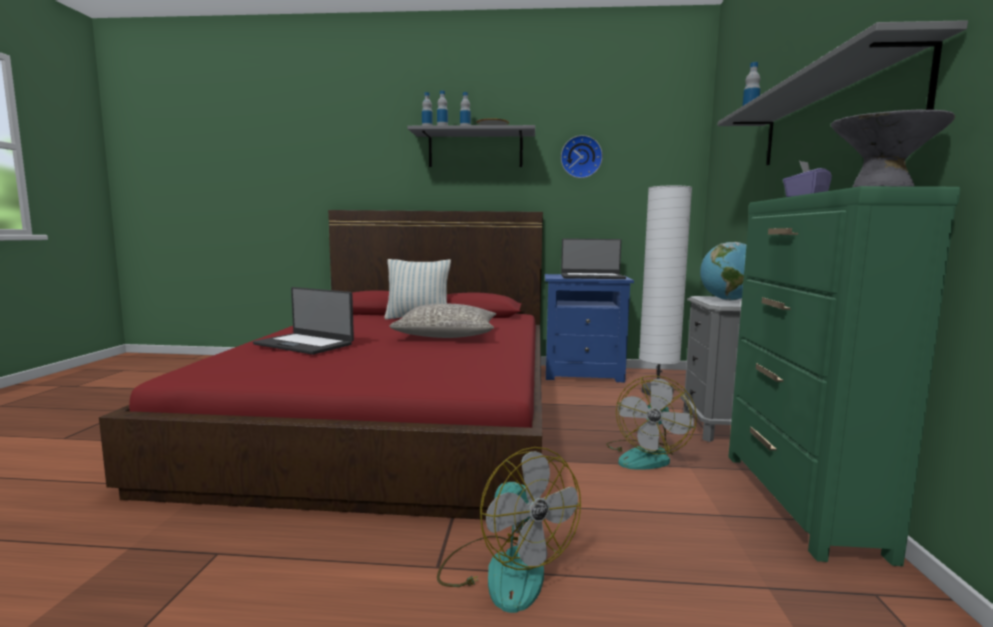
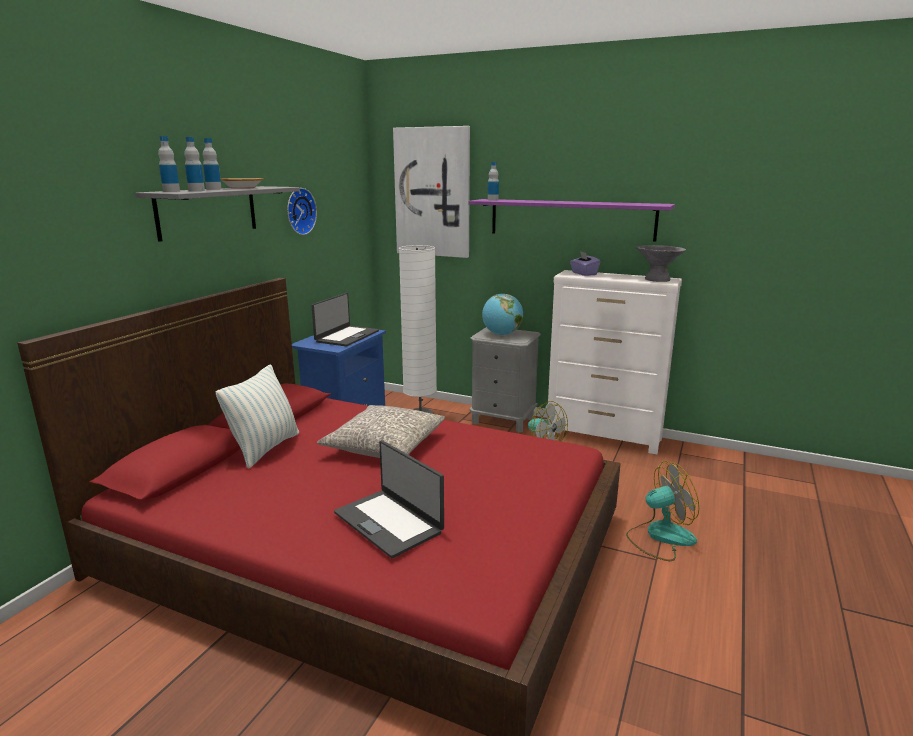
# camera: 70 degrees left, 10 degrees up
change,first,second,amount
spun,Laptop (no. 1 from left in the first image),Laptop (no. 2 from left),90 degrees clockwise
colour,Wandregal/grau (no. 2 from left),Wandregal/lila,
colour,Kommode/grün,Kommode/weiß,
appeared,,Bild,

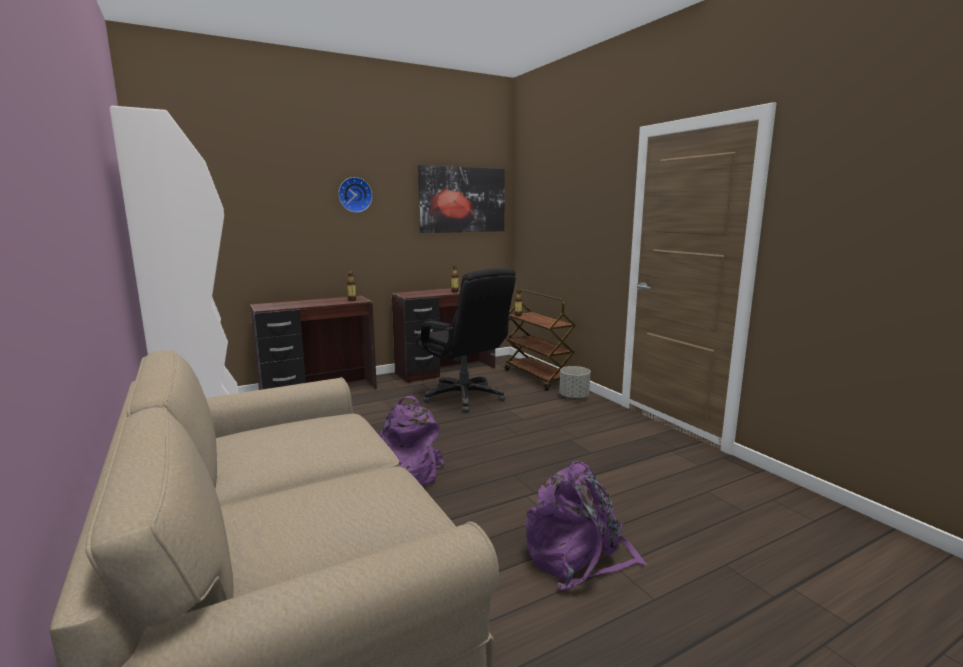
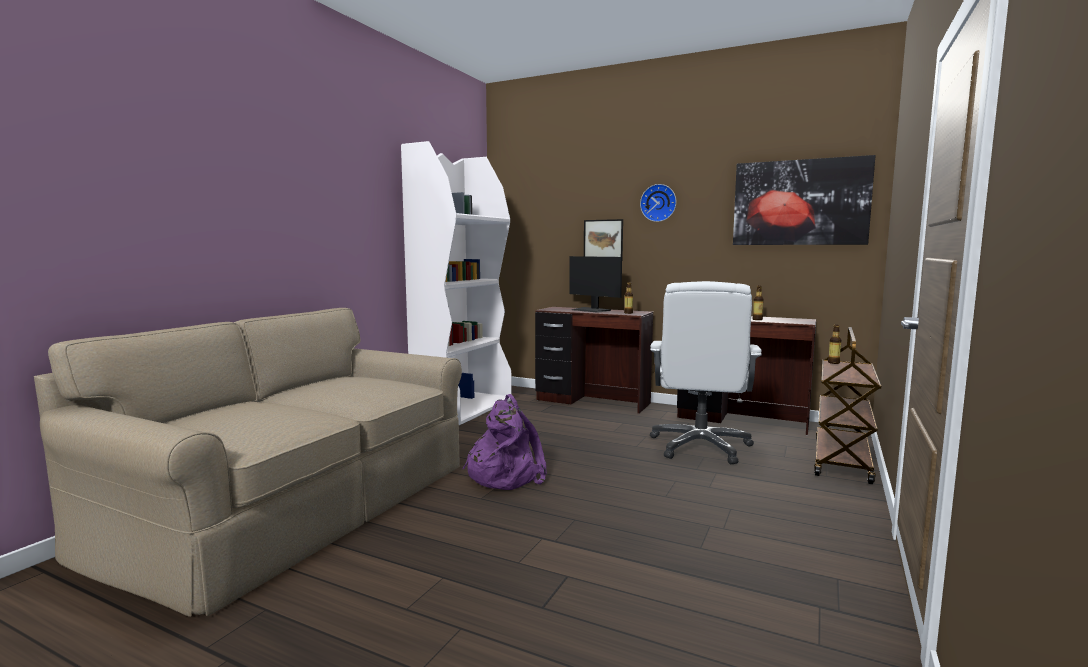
# camera: 55 degrees right, 5 degrees down
change,first,second,amount
colour,Bürostuhl/schwarz,Bürostuhl/weiß,
missing,Rucksack/lila (no. 2 from left),,
missing,Pflanzkübel/grau,,
appeared,,Monitor,
appeared,,Bild (no. 1 from left),

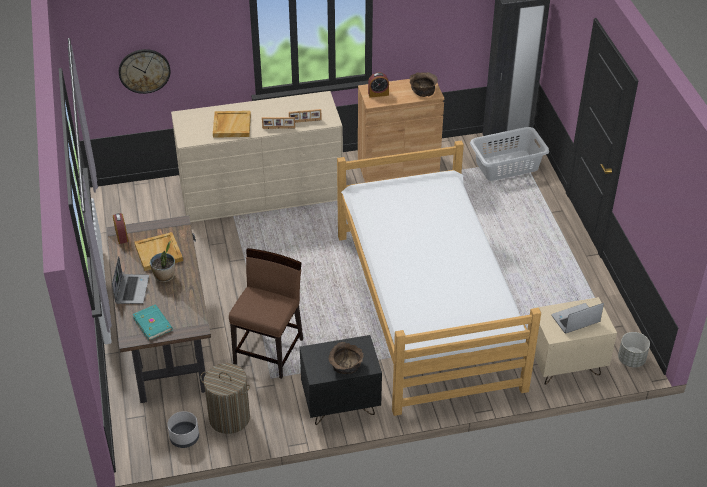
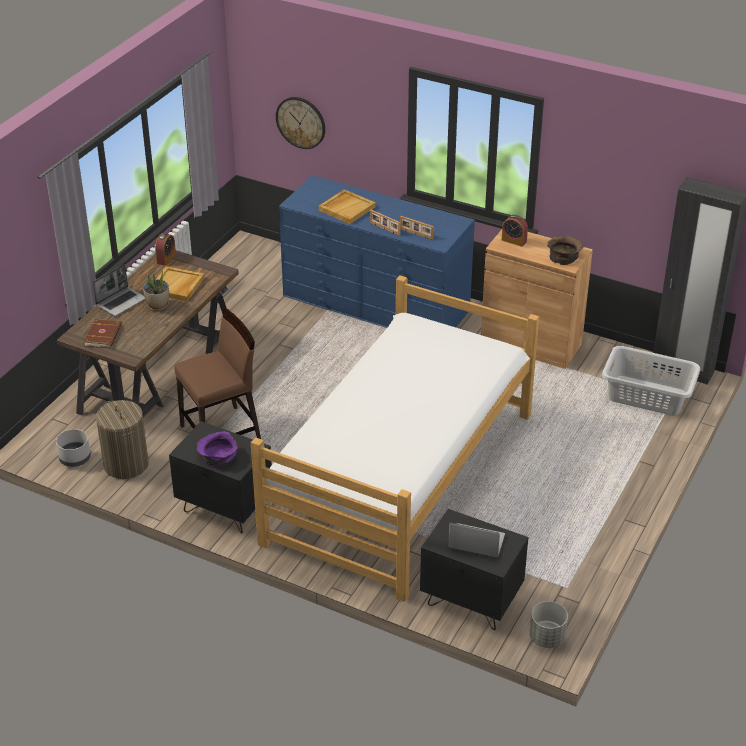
# camera: 40 degrees right, 5 degrees down
change,first,second,amount
colour,Buch/türkis,Buch/braun,
colour,Kommode/beige,Kommode/blau,
colour,Schüssel/braun (no. 1 from left),Schüssel/lila,
colour,Nachttisch/beige,Nachttisch/schwarz (no. 2 from left),

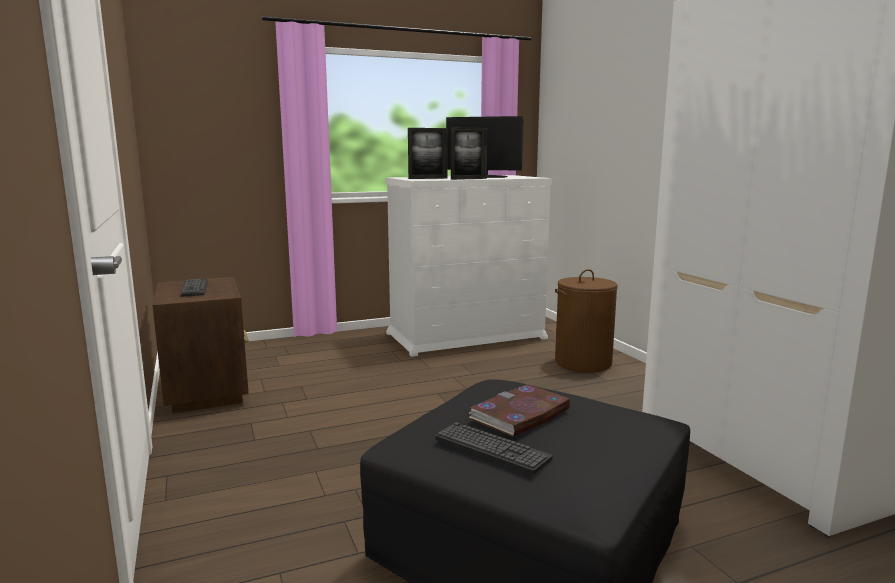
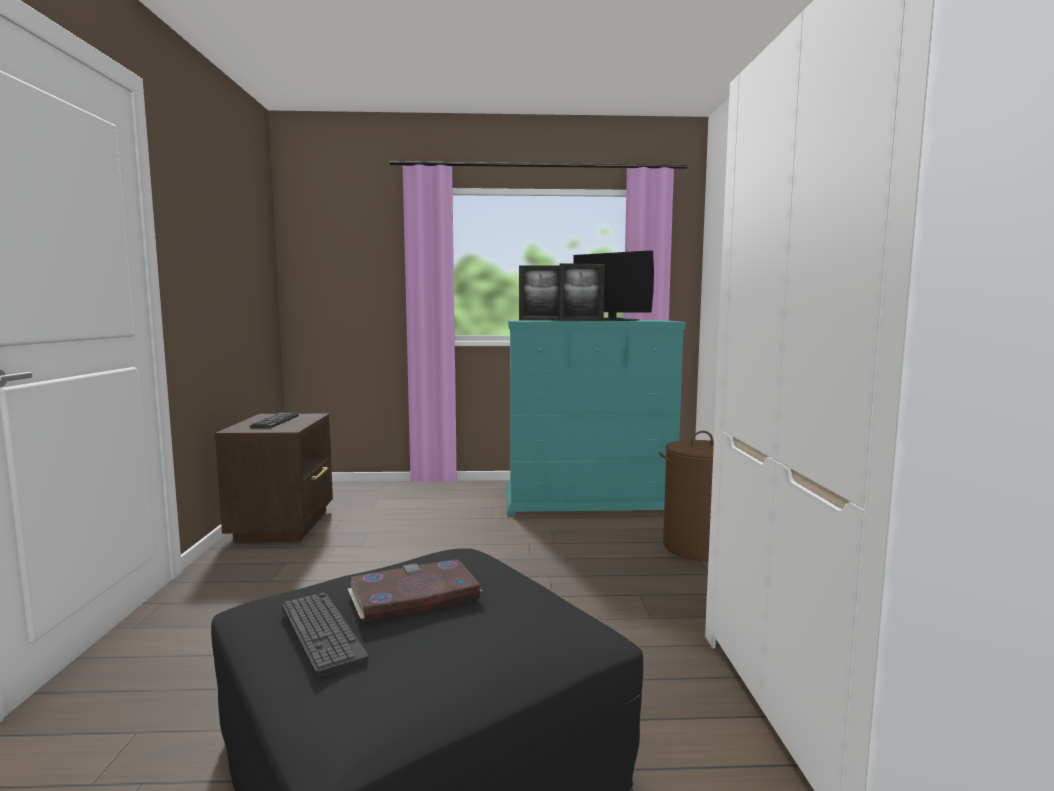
# camera: 20 degrees right, 5 degrees down
change,first,second,amount
colour,Kommode/weiß,Kommode/türkis,

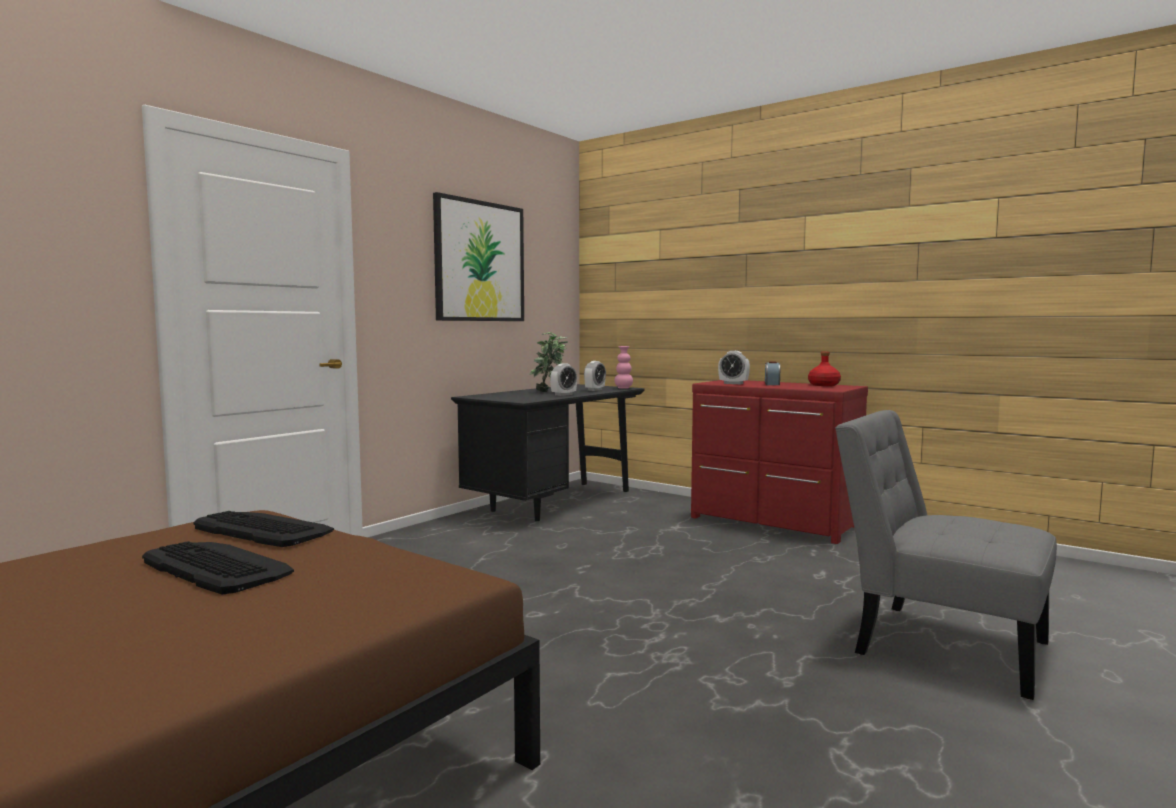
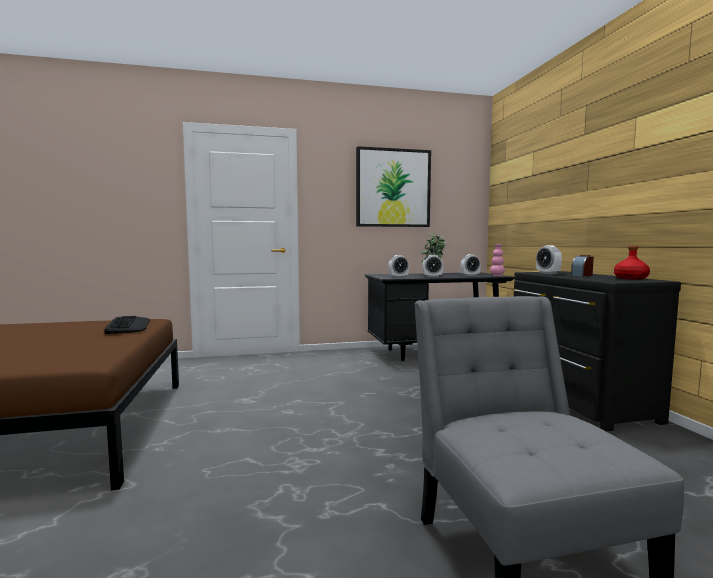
# camera: 40 degrees right, 0 degrees up
change,first,second,amount
missing,Tastatur (no. 1 from left),,
colour,Kommode/rot,Kommode/schwarz,
appeared,,Wecker (no. 1 from left),

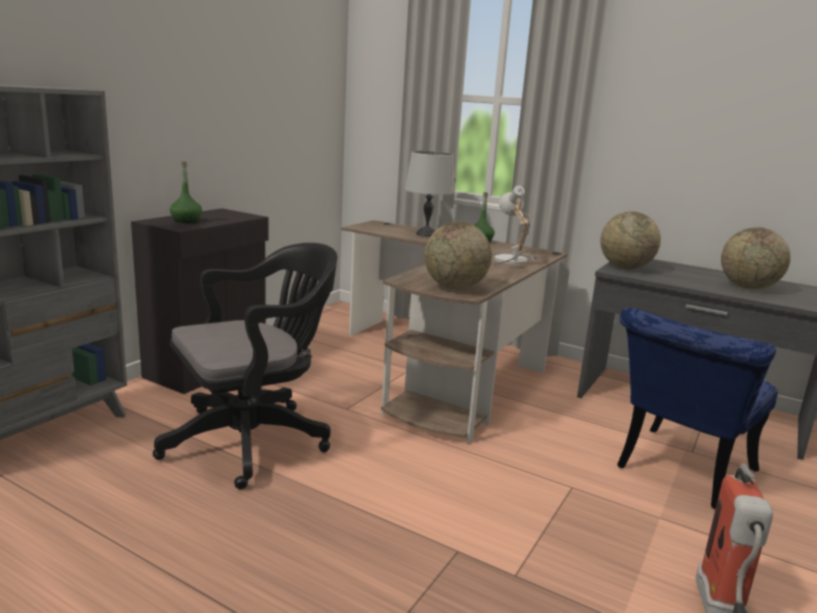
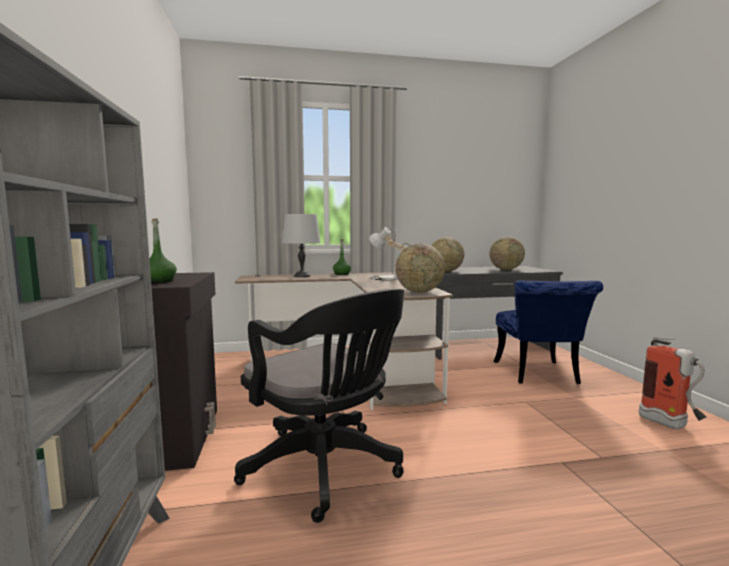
# camera: 40 degrees left, 10 degrees down
change,first,second,amount
spun,Bürostuhl/schwarz,,120 degrees clockwise

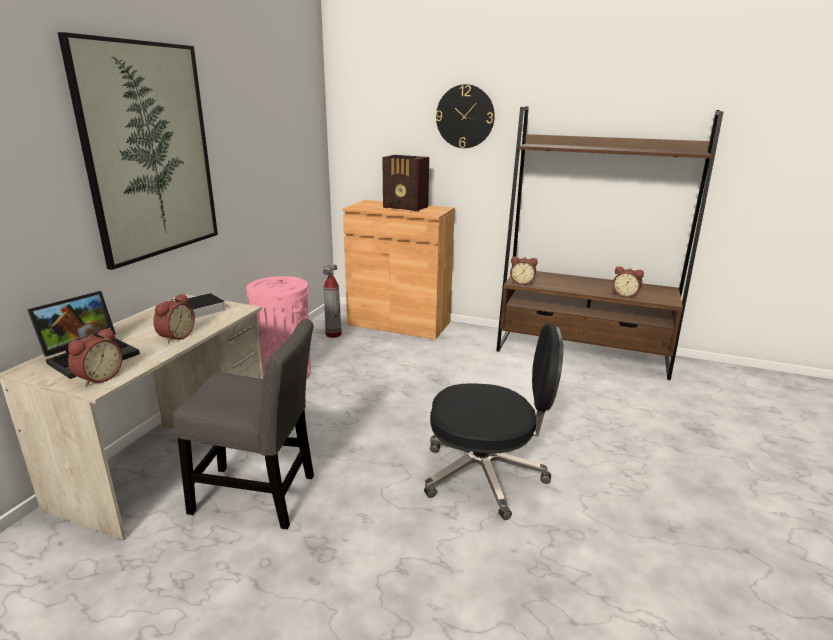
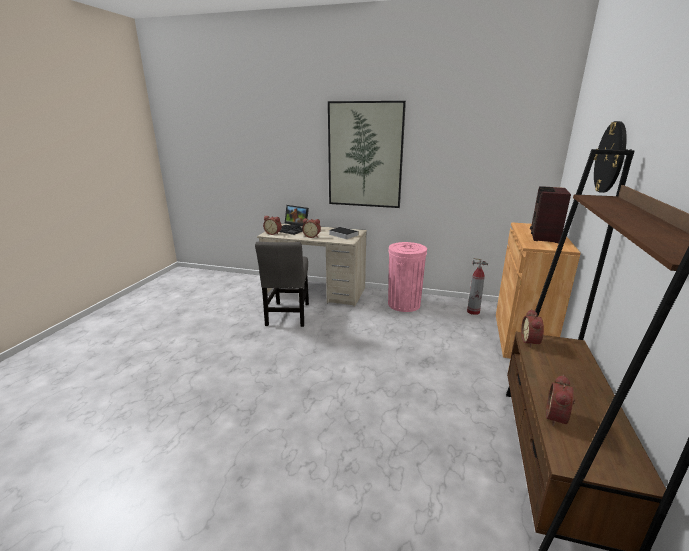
# camera: 85 degrees right, 0 degrees up
change,first,second,amount
missing,Bürostuhl/schwarz,,

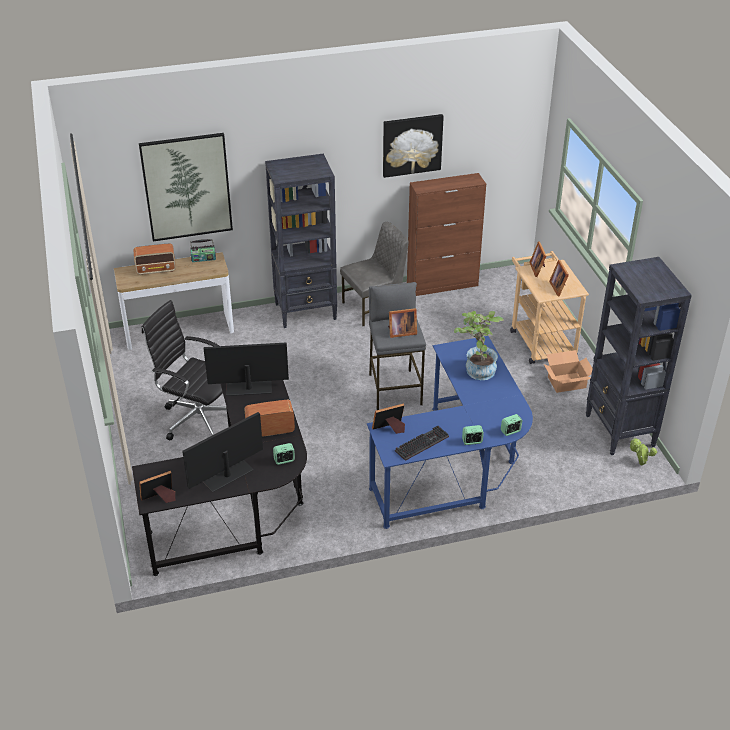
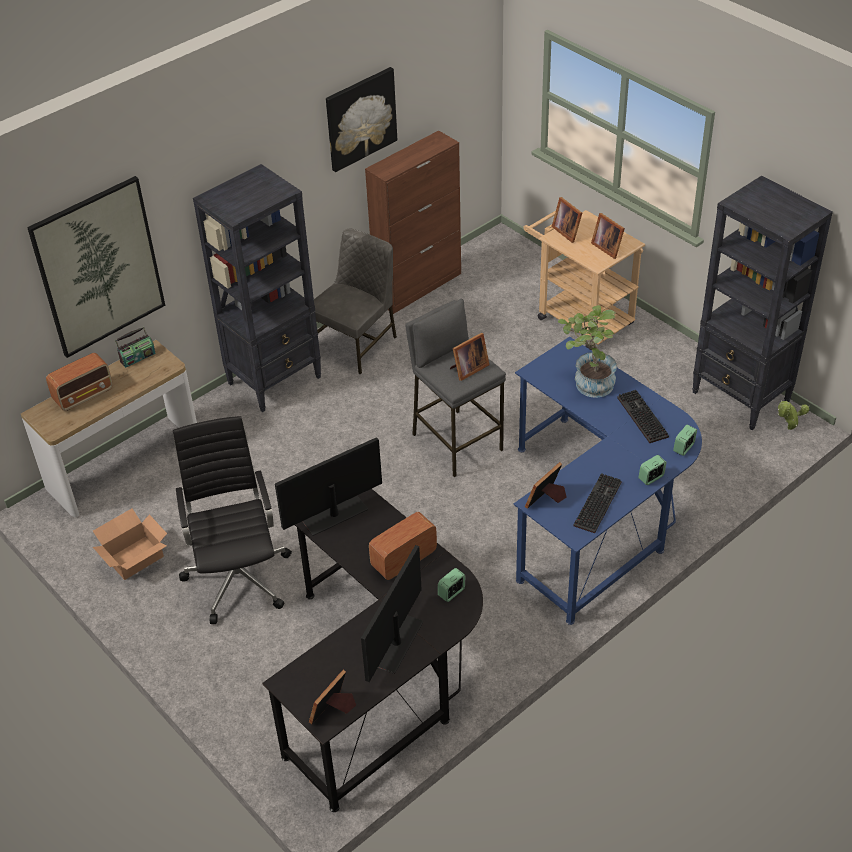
# camera: 25 degrees left, 5 degrees up
change,first,second,amount
spun,Bürostuhl/schwarz,,75 degrees clockwise
relocated,Karton,,
appeared,,Tastatur (no. 2 from left),

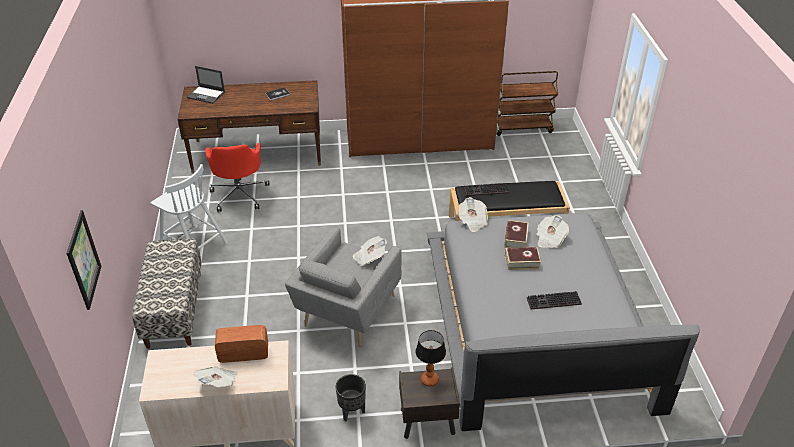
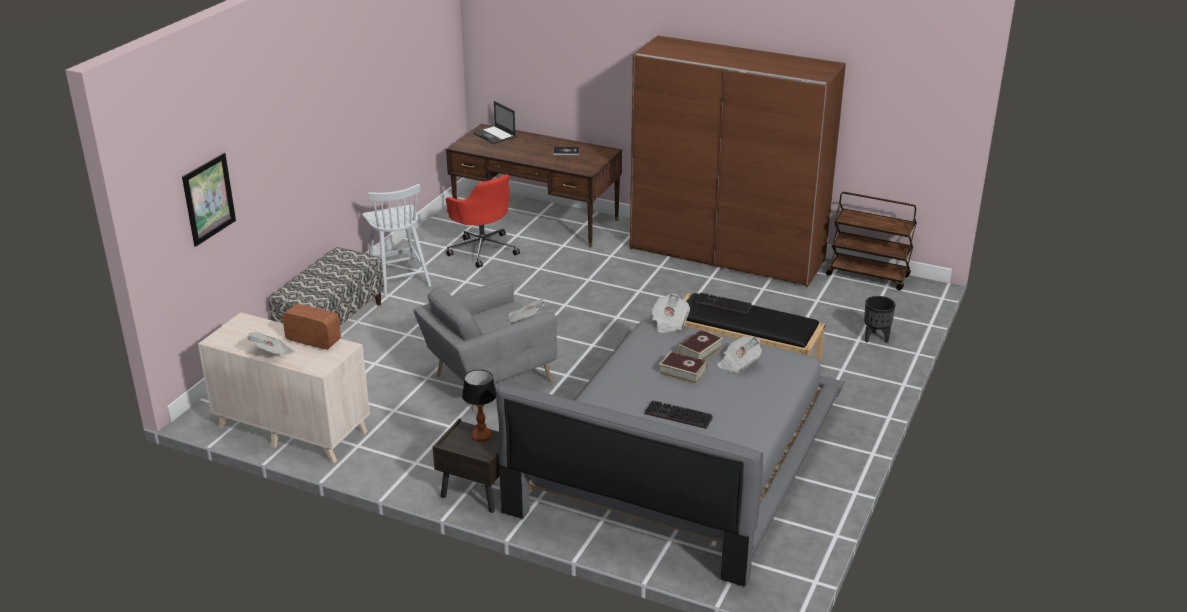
# camera: 30 degrees right, 10 degrees down
change,first,second,amount
spun,Bürostuhl/rot,,60 degrees counterclockwise
relocated,Pflanzkübel/schwarz,,

